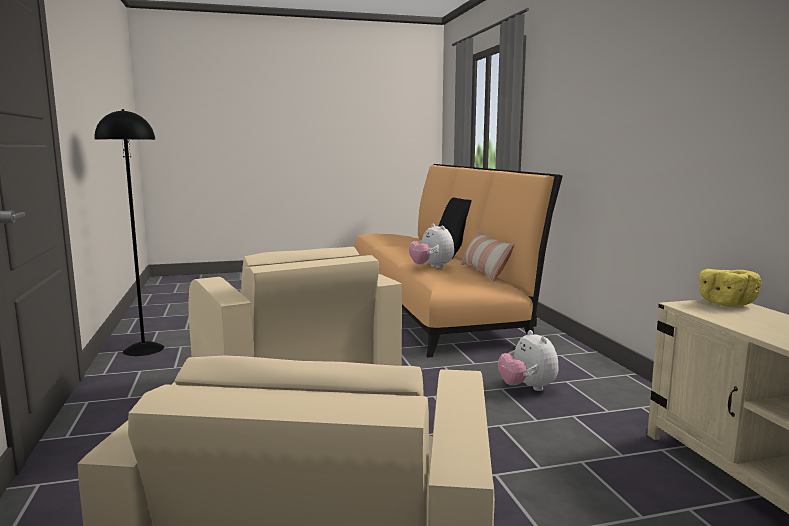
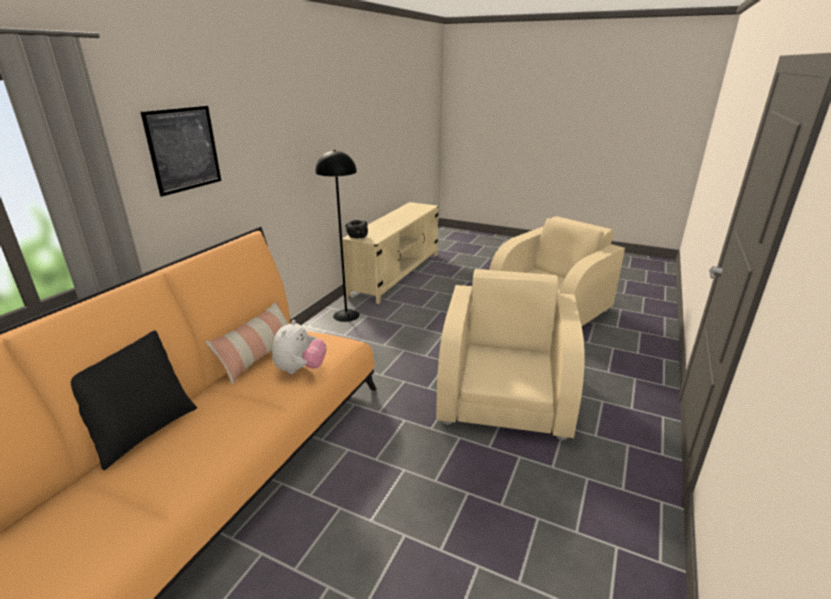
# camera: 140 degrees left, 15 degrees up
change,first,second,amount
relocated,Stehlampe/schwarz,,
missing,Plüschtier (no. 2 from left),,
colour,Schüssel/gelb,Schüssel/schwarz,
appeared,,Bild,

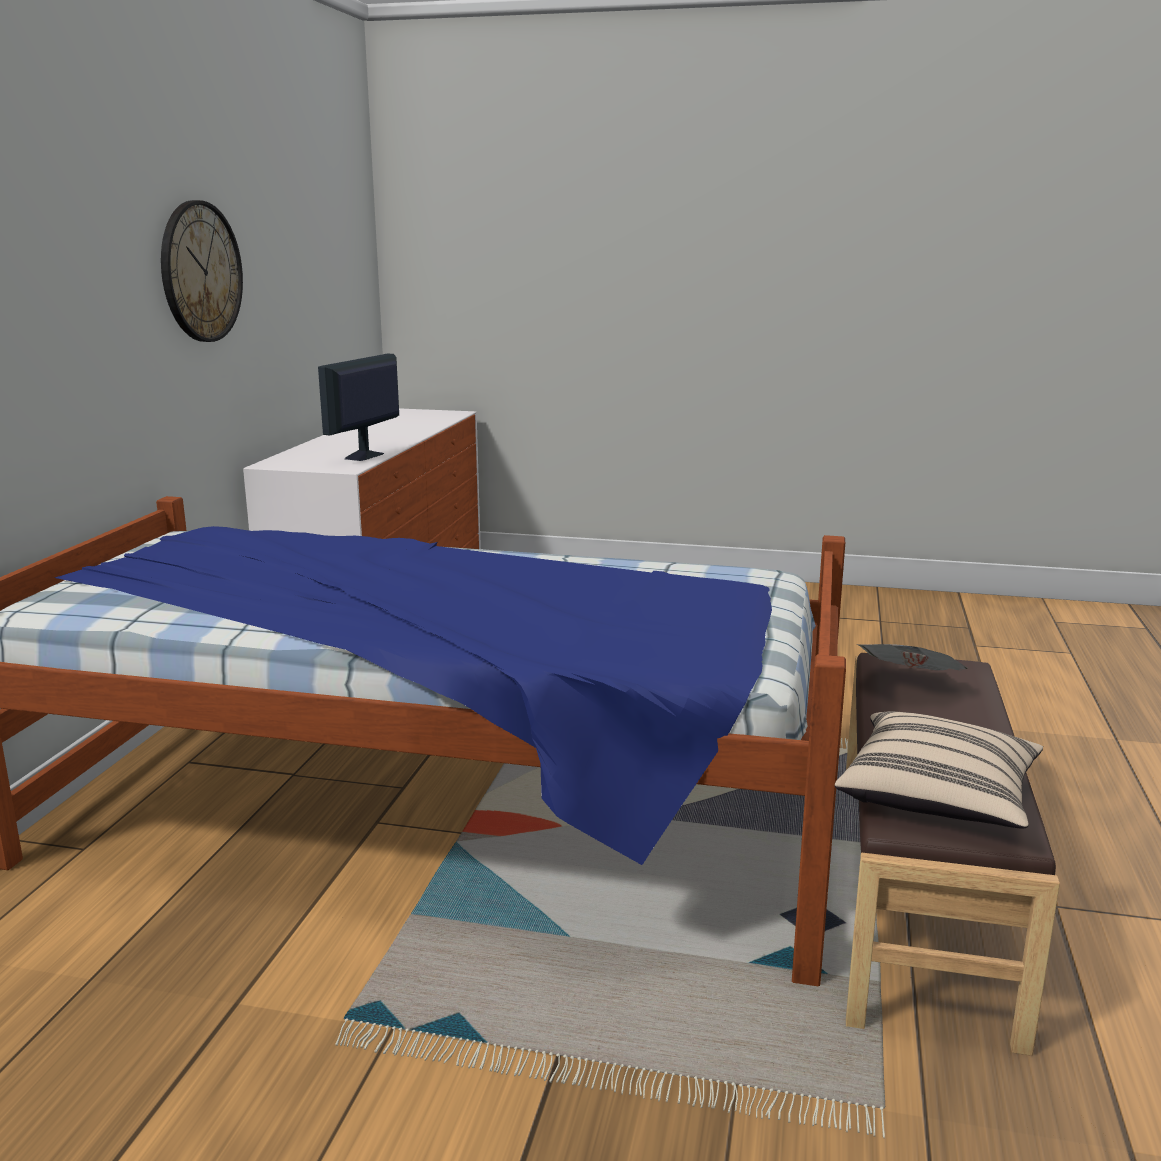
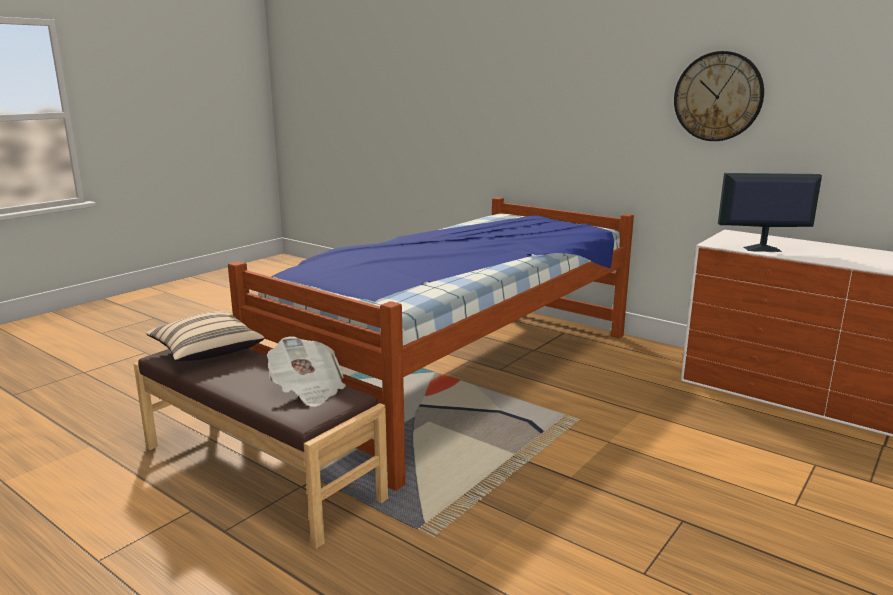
# camera: 115 degrees right, 0 degrees up
change,first,second,amount
spun,Monitor,,45 degrees counterclockwise

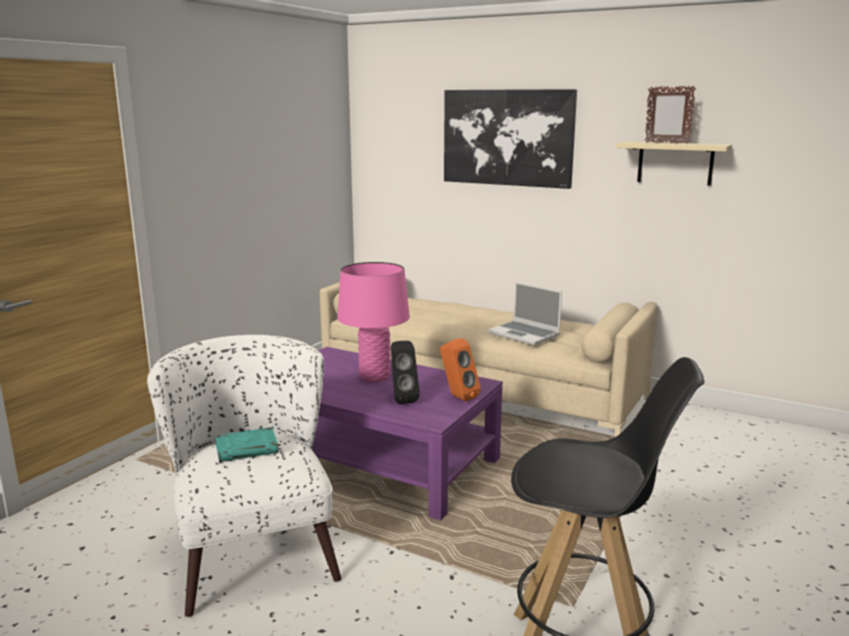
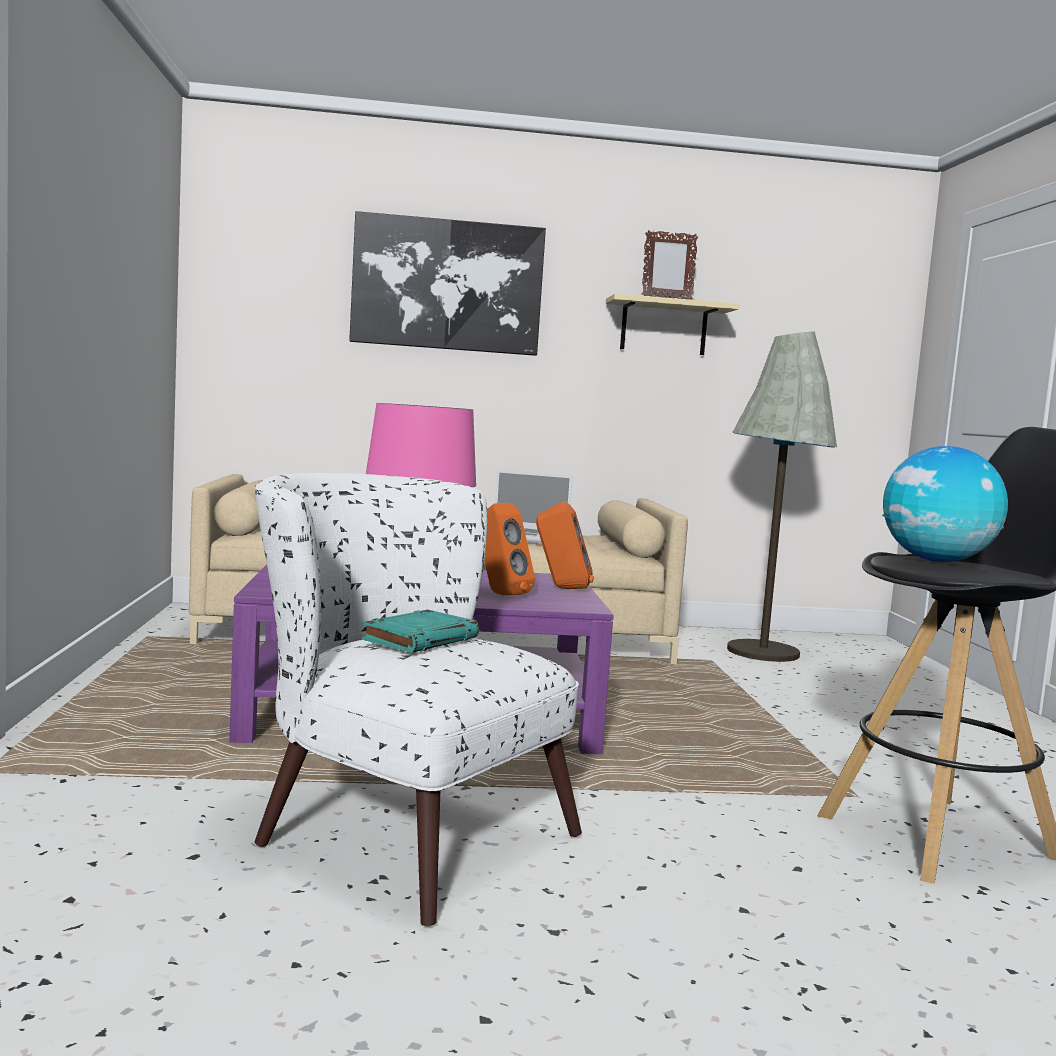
# camera: 35 degrees left, 10 degrees down
change,first,second,amount
colour,Lautsprecher/schwarz,Lautsprecher/orange (no. 1 from left),
appeared,,Stehlampe/grau,
appeared,,Globus,

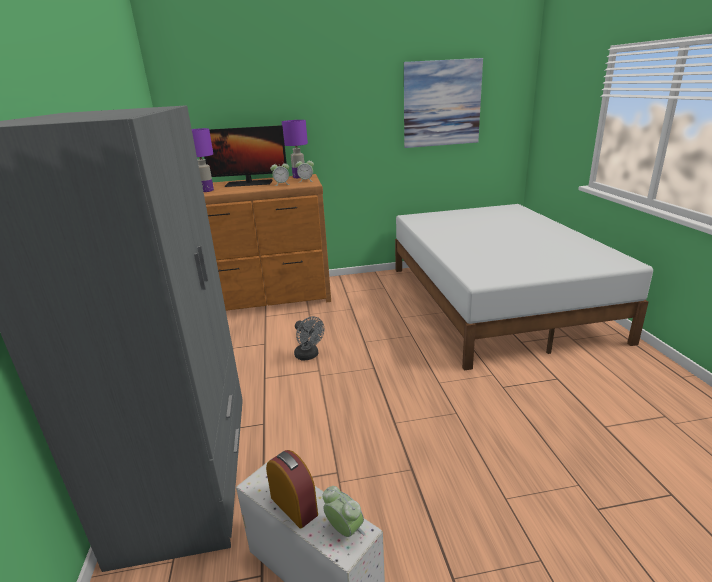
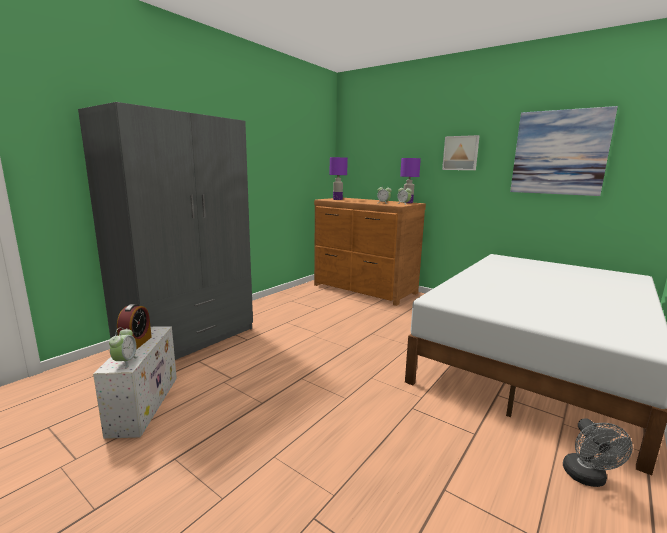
# camera: 45 degrees right, 10 degrees down
change,first,second,amount
missing,Monitor,,
relocated,Ventilator/grau,,
appeared,,Bild (no. 1 from left),

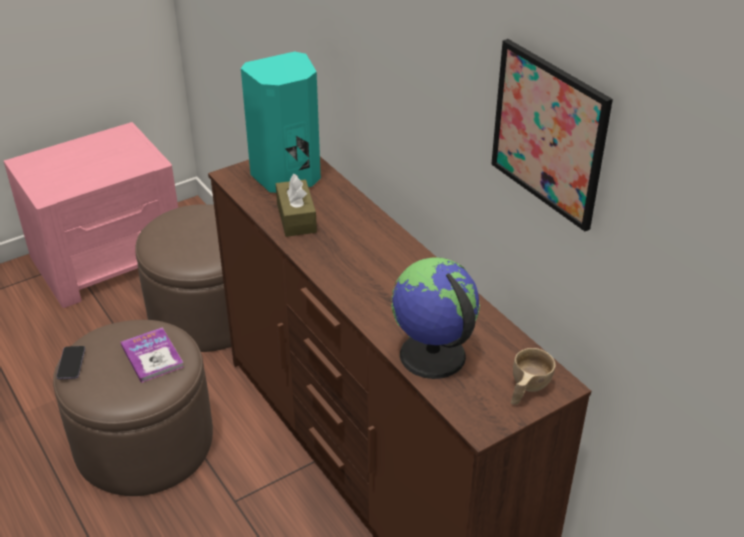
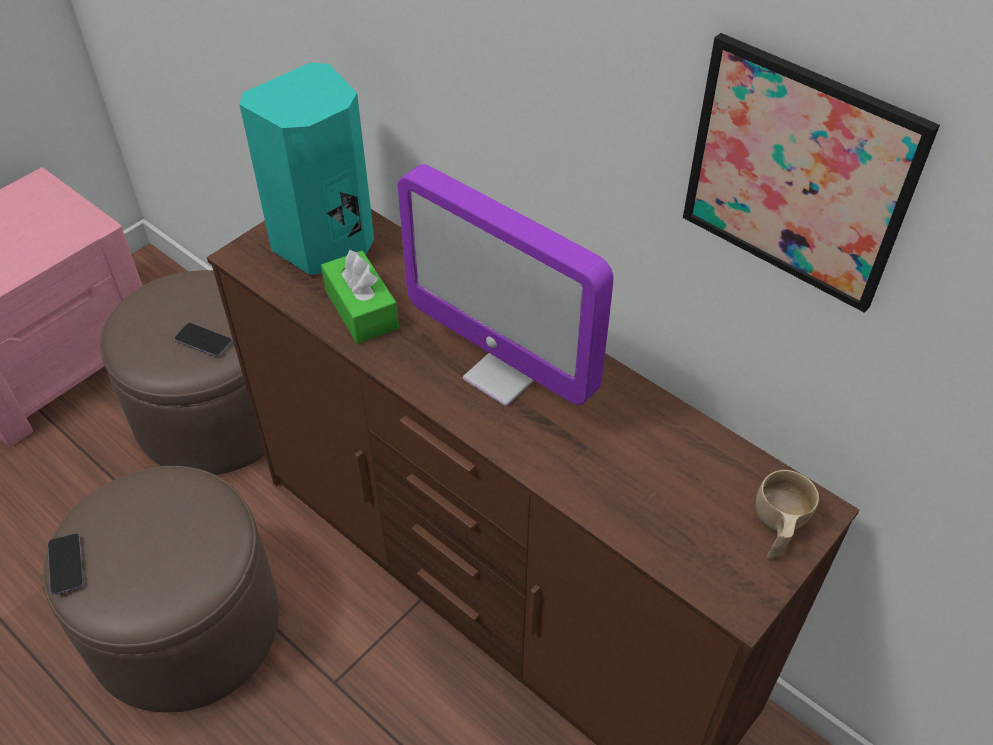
# camera: 15 degrees left, 10 degrees up
change,first,second,amount
missing,Buch,,
colour,Taschentuchbox/braun,Taschentuchbox/grün,
missing,Globus,,
appeared,,Handy (no. 2 from left),
appeared,,Monitor,

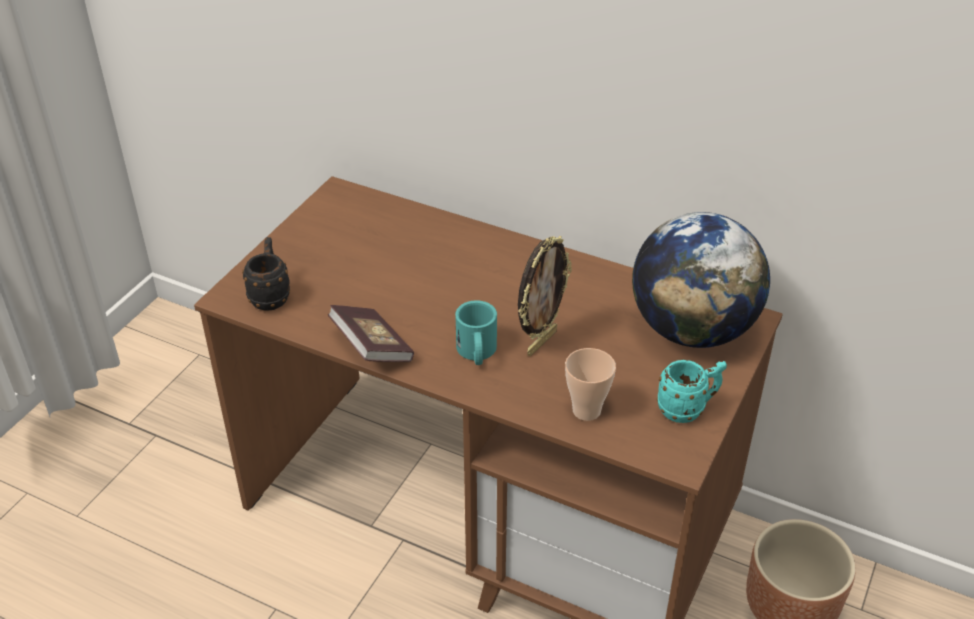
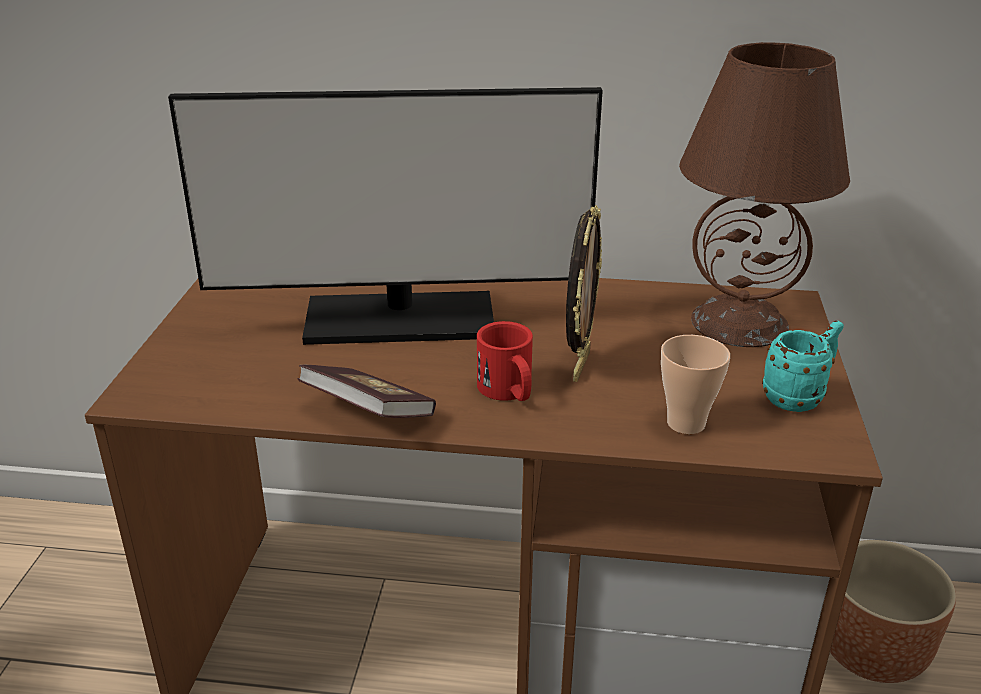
# camera: 20 degrees left, 10 degrees down
change,first,second,amount
missing,Henkelbecher/schwarz,,
colour,Henkelbecher/türkis (no. 1 from left),Henkelbecher/rot,
exchanged,Globus,Tischlampe/braun,
appeared,,Monitor,

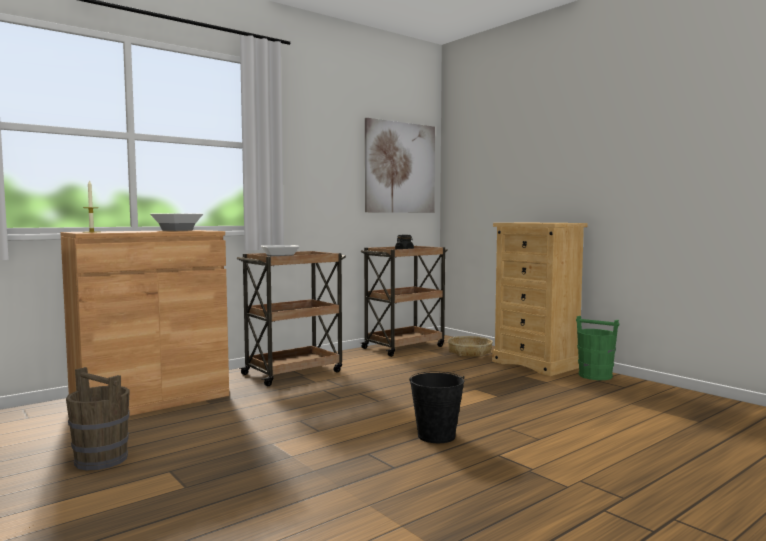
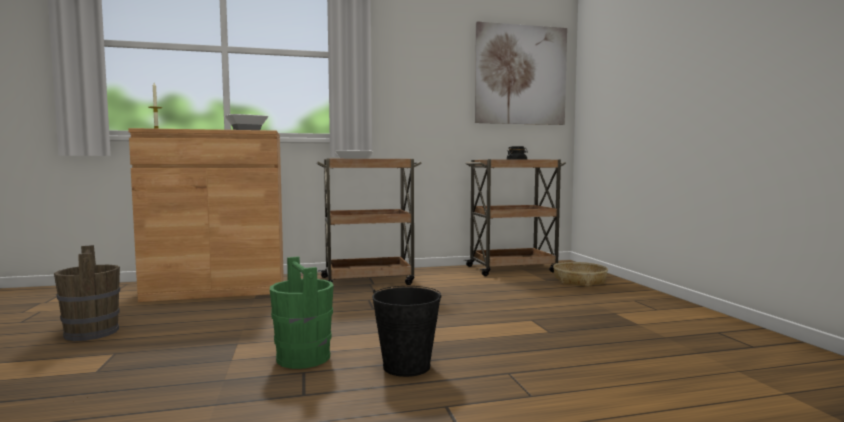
# camera: 25 degrees right, 0 degrees up
change,first,second,amount
missing,Kommode/beige,,
relocated,Eimer/grün,,

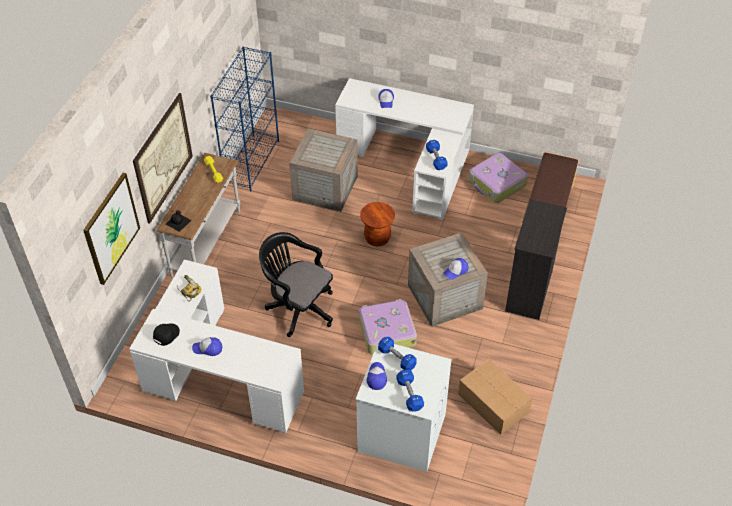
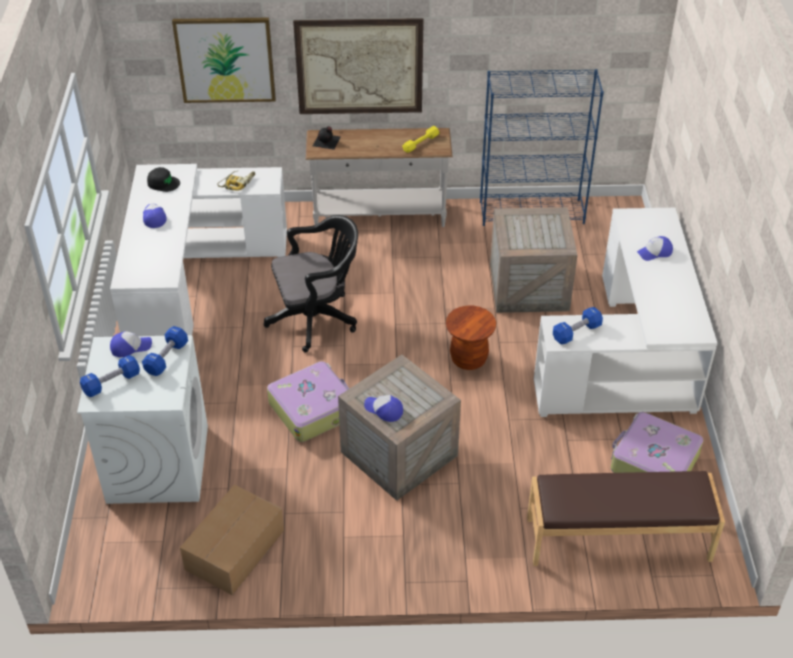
# camera: 70 degrees right, 5 degrees down
change,first,second,amount
spun,Bürostuhl/schwarz,,60 degrees clockwise
missing,Kommode/schwarz,,

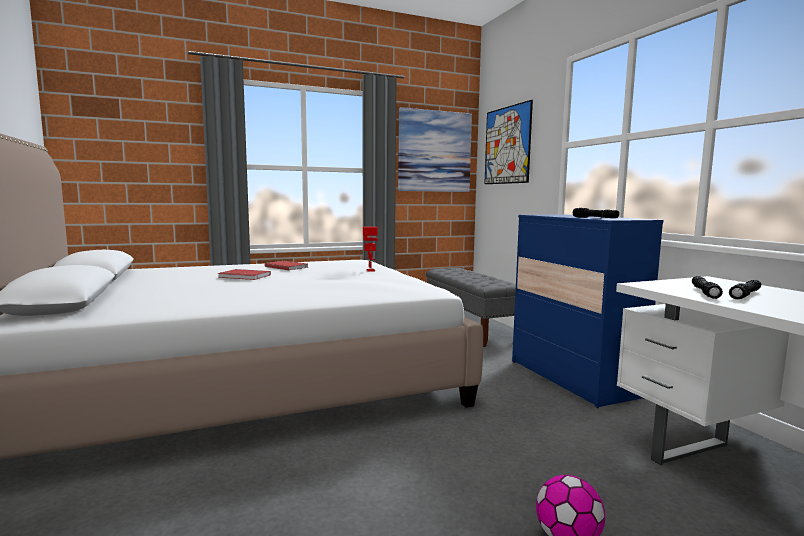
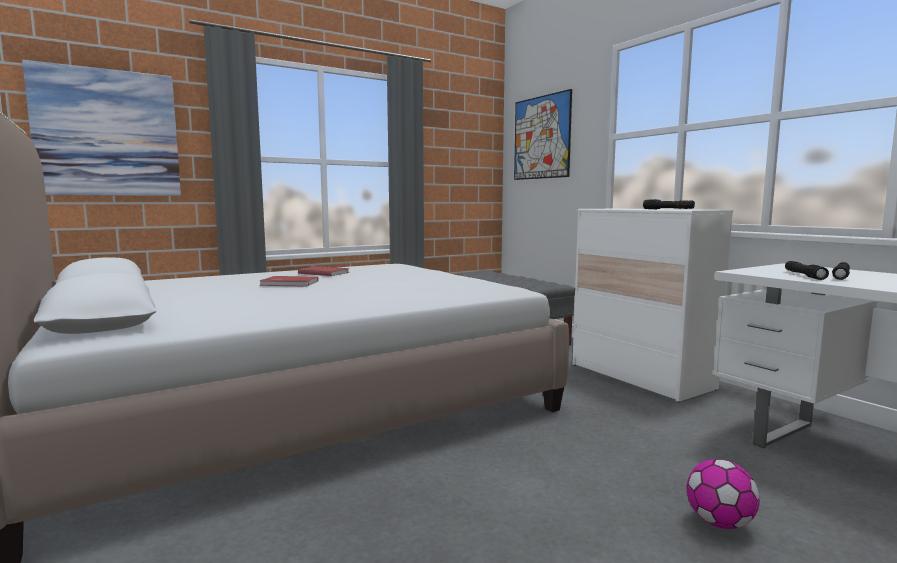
# camera: 10 degrees left, 0 degrees up
change,first,second,amount
missing,Spielzeugroboter,,
relocated,Bild (no. 1 from left),,
colour,Kommode/blau,Kommode/weiß,

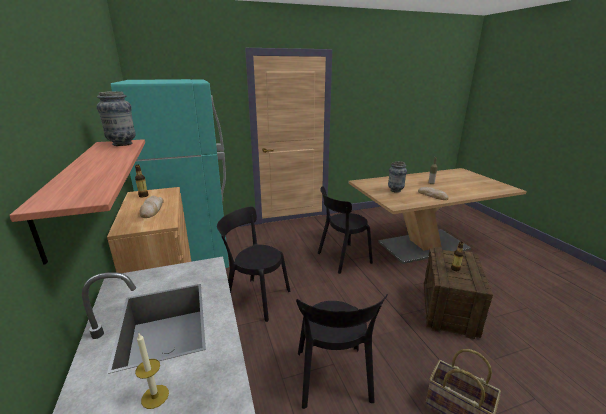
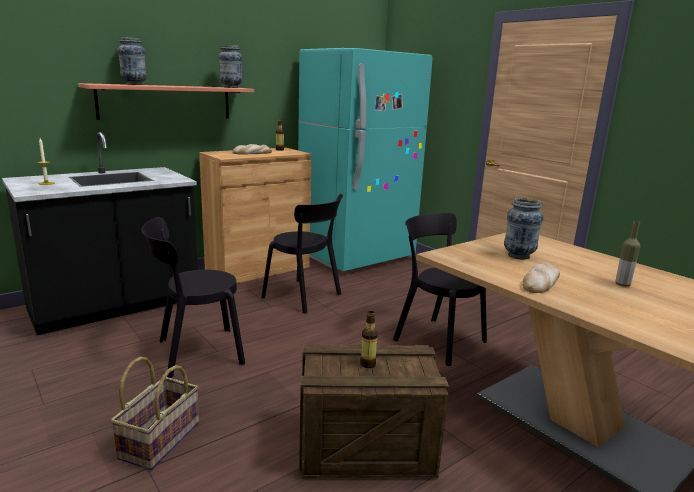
# camera: 70 degrees right, 5 degrees down
change,first,second,amount
spun,Stuhl/schwarz (no. 1 from left in the first image),Stuhl/schwarz (no. 2 from left),120 degrees clockwise
appeared,,Vase (no. 1 from left),

